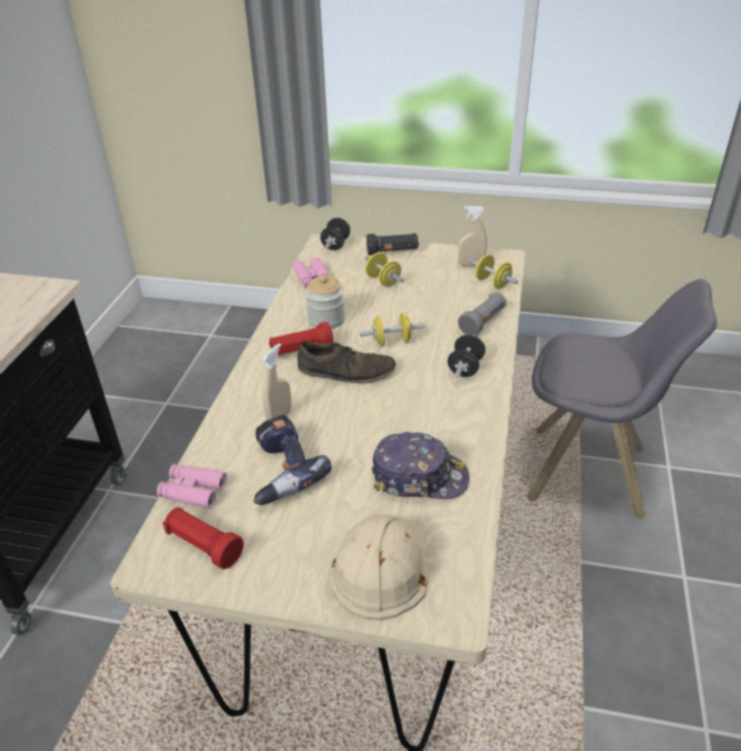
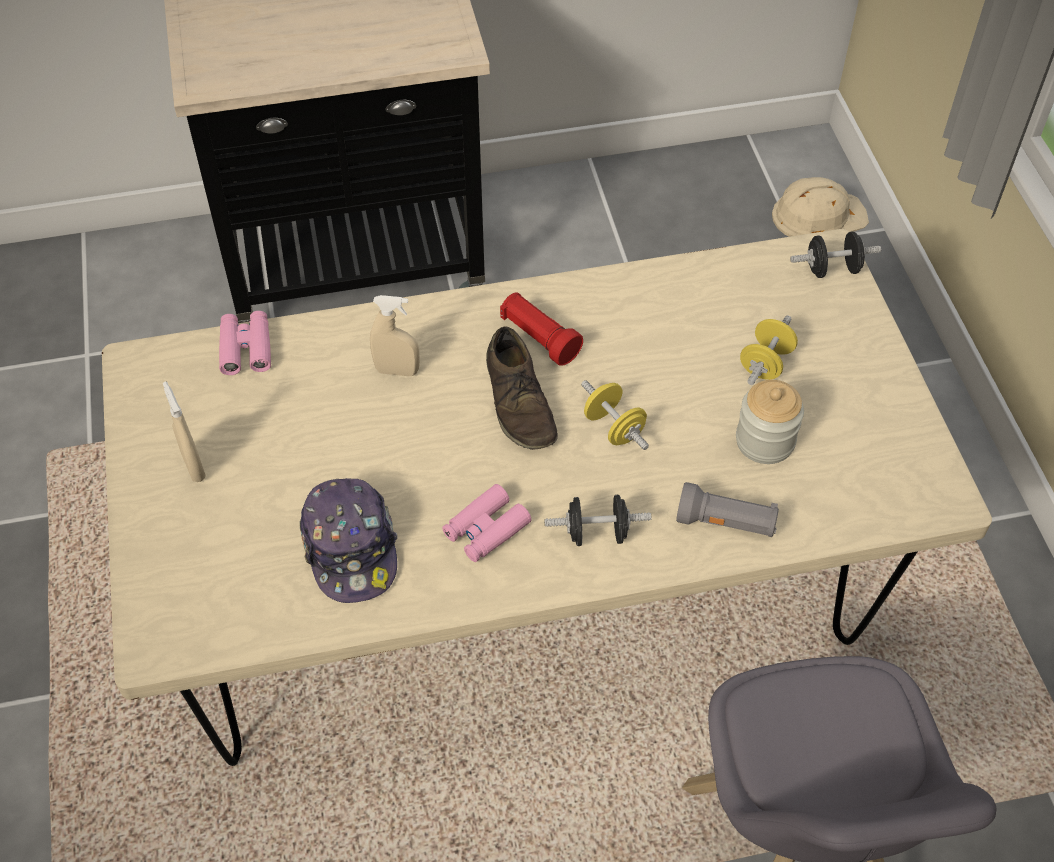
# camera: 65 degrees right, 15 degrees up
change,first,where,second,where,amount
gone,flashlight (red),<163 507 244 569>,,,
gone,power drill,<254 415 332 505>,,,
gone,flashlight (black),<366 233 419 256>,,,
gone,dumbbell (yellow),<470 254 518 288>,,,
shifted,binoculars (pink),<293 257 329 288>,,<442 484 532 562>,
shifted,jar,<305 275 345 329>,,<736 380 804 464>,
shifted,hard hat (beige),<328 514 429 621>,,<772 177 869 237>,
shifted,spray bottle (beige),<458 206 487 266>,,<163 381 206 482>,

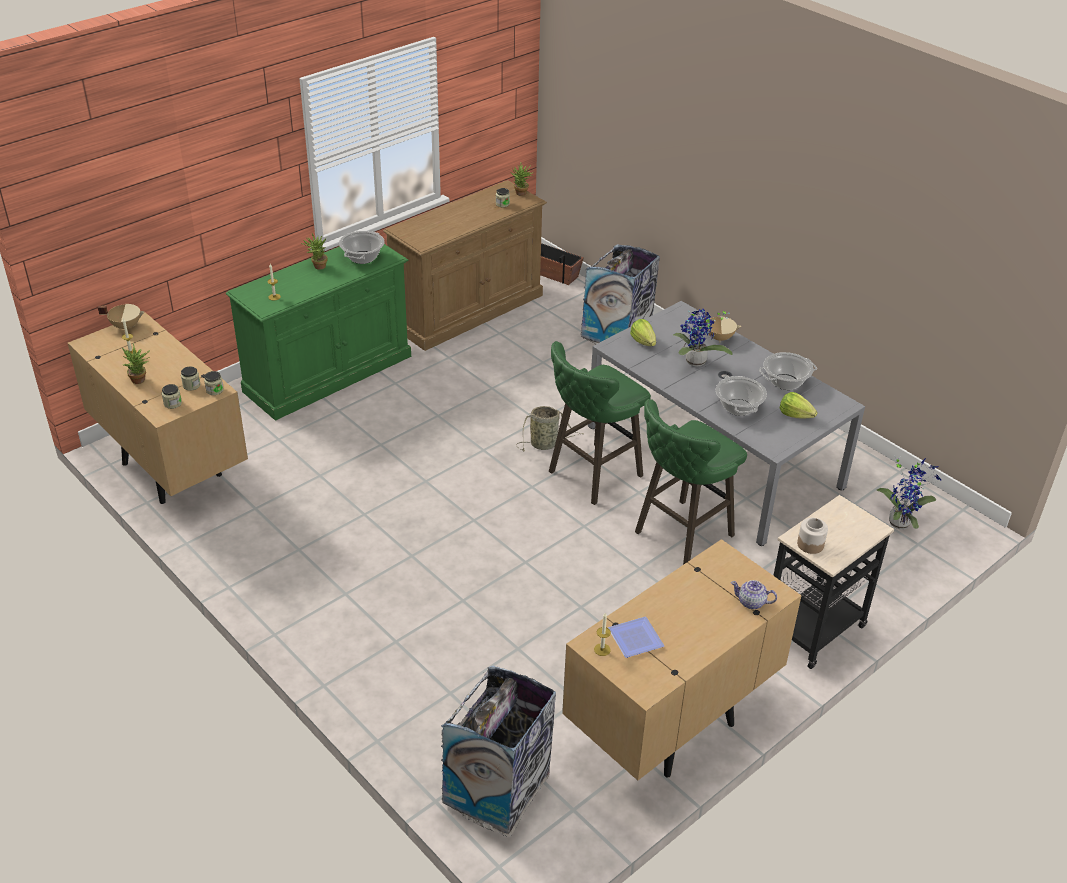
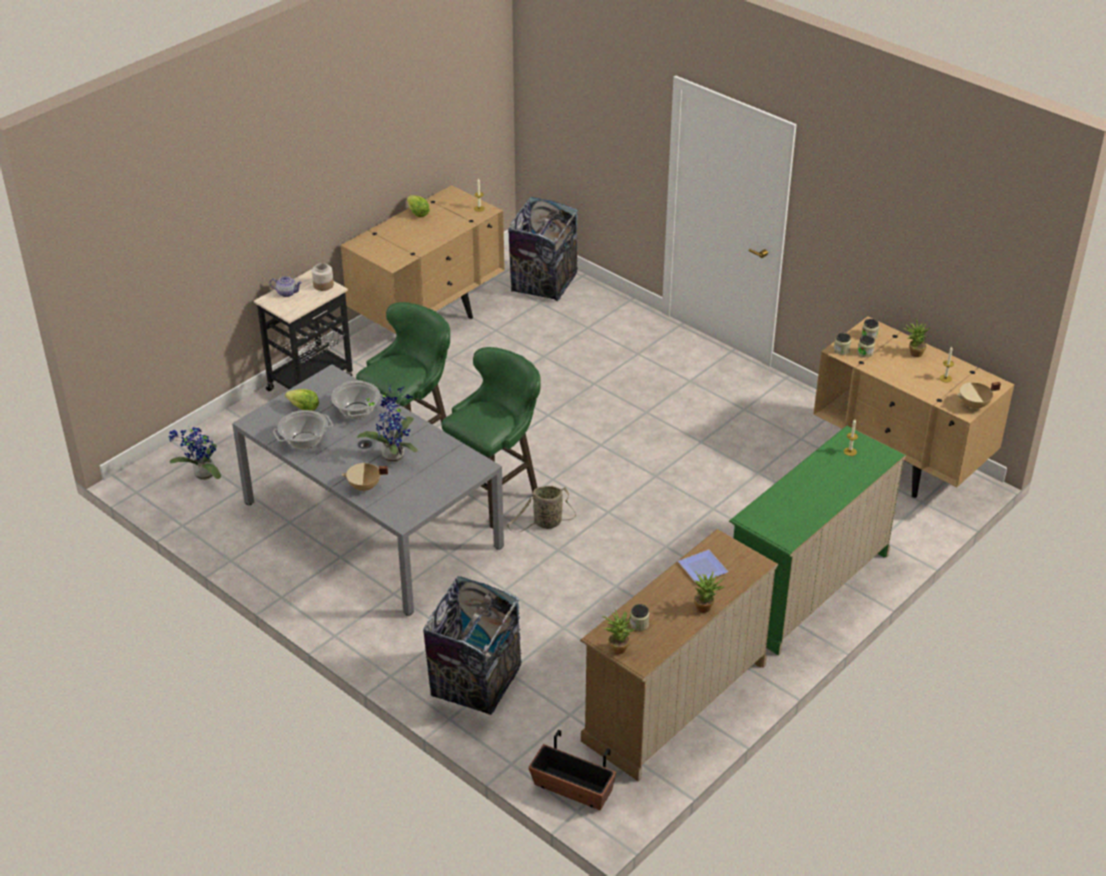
# camera: 175 degrees right, 0 degrees up
change,first,where,second,where,amount
gone,cooking pot,<339 231 385 264>,,,
shifted,potted plant,<301 234 327 270>,,<694 571 725 613>,
shifted,plate,<608 616 664 658>,,<678 549 728 583>,
shifted,lettuce,<630 319 656 346>,,<407 195 430 217>,
shifted,teapot,<731 580 777 609>,,<270 276 302 297>,

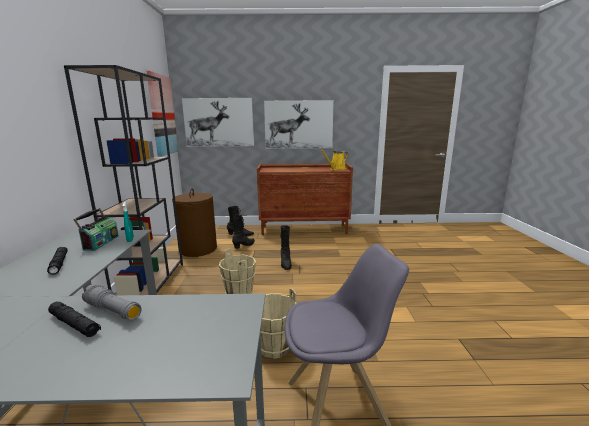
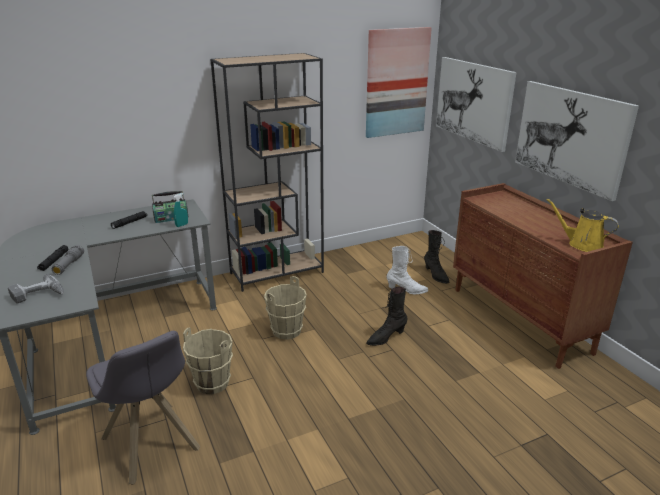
# camera: 65 degrees right, 10 degrees up
change,first,where,second,where,amount
gone,laundry basket (brown),<172 188 217 257>,,,
new,,,power drill,<8 274 64 304>,
repainted,boot (black),<232 215 255 249>,boot (white),<387 246 428 294>,

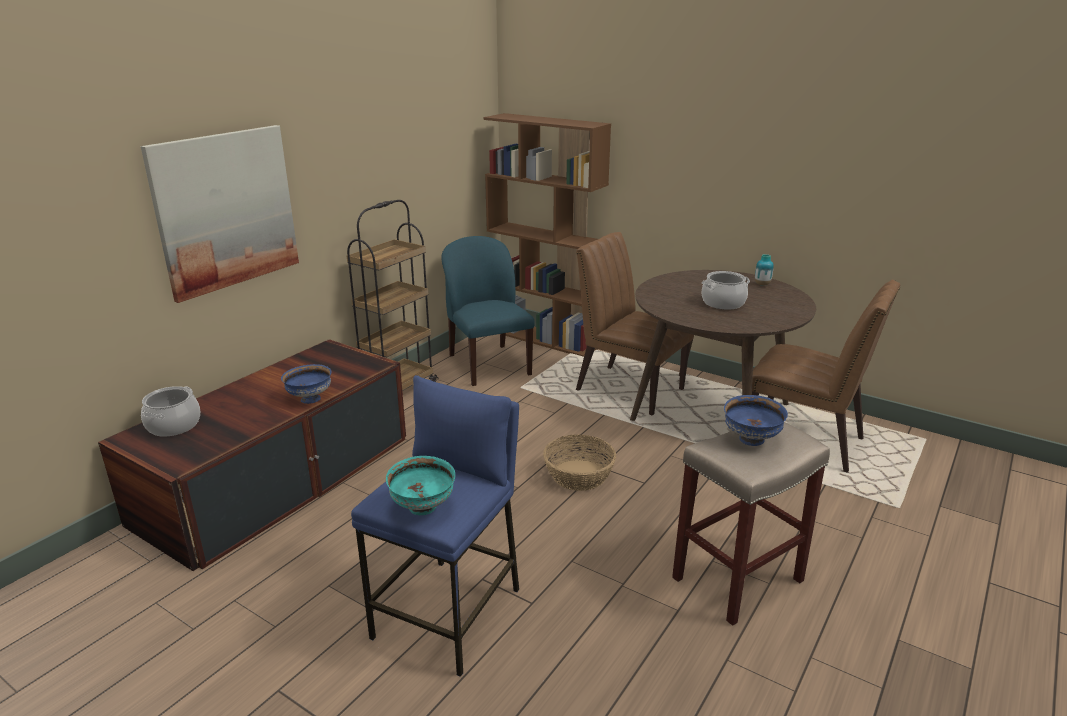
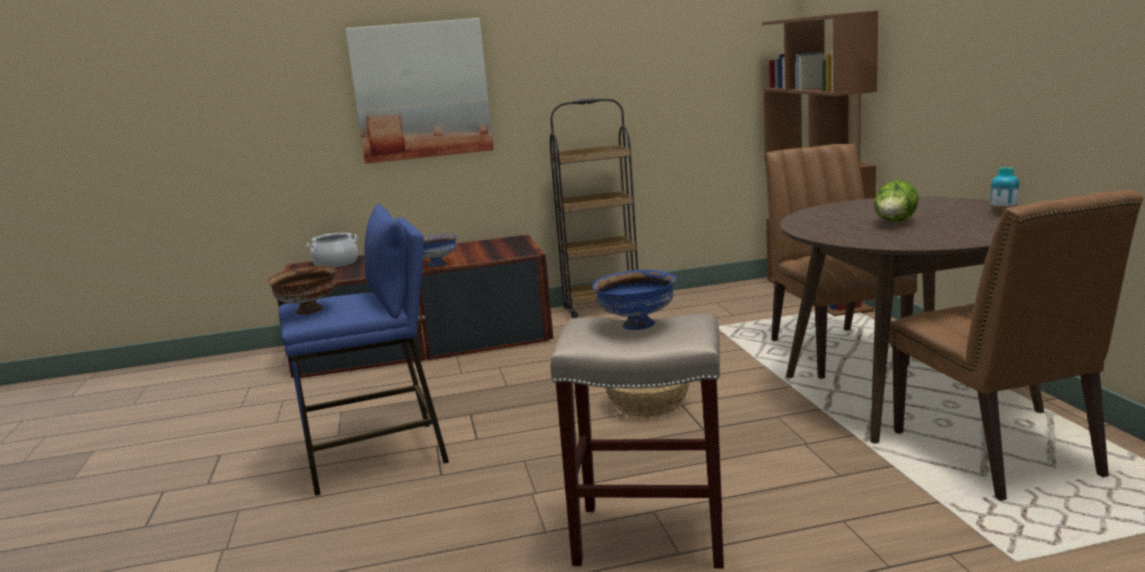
# camera: 45 degrees right, 10 degrees down
change,first,where,second,where,amount
gone,chair (blue),<442 236 535 386>,,,
swapped,cooking pot,<701 271 750 310>,lettuce,<874 180 919 222>,
repainted,bowl (turquoise),<386 456 455 515>,bowl (brown),<267 266 336 314>,

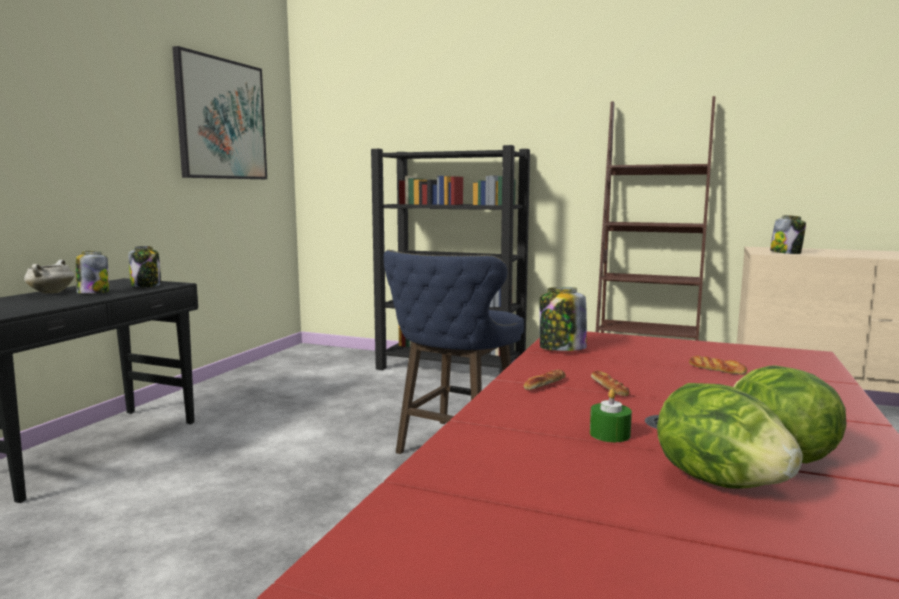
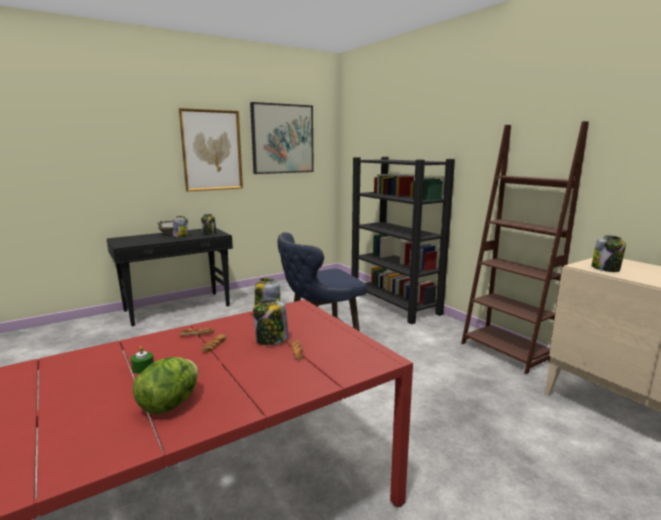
# camera: 35 degrees right, 5 degrees up
change,first,where,second,where,amount
gone,lettuce,<657 383 802 489>,,,
new,,,picture,<179 108 243 191>,
new,,,jar,<253 298 289 345>,

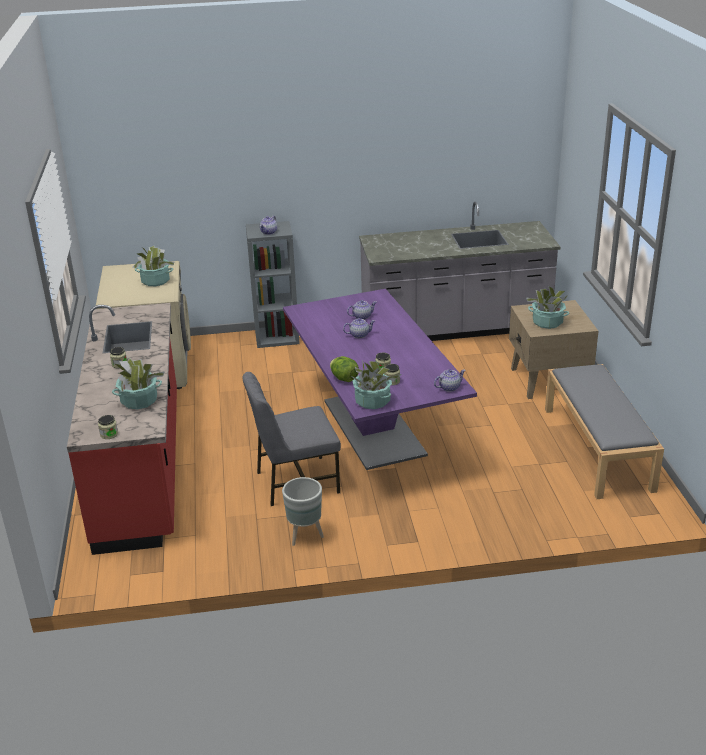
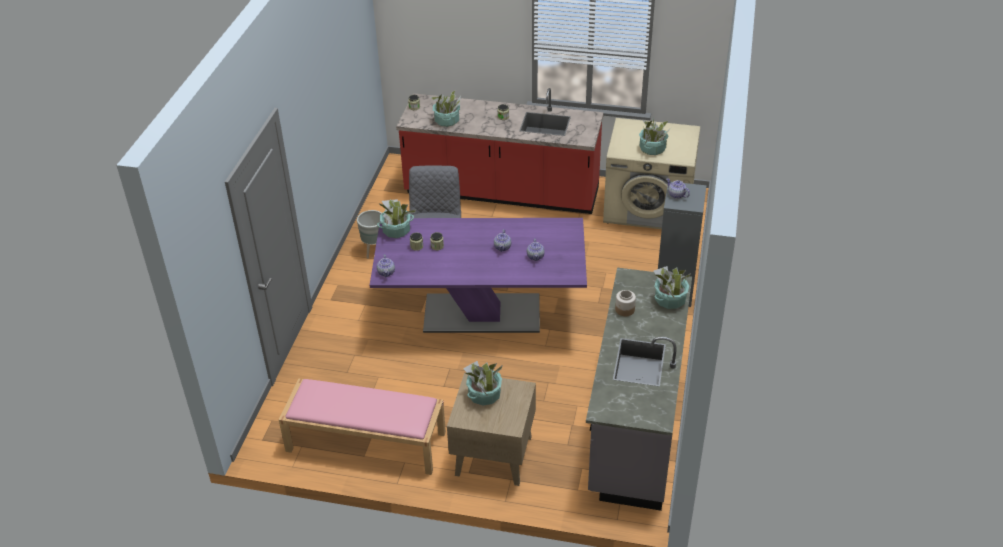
# camera: 110 degrees right, 10 degrees up
change,first,where,second,where,amount
gone,lettuce,<330 356 359 382>,,,
new,,,jar,<615 290 636 316>,
new,,,potted plant,<654 266 691 309>,
repainted,bench (grey),<545 364 664 499>,bench (pink),<279 378 446 475>,

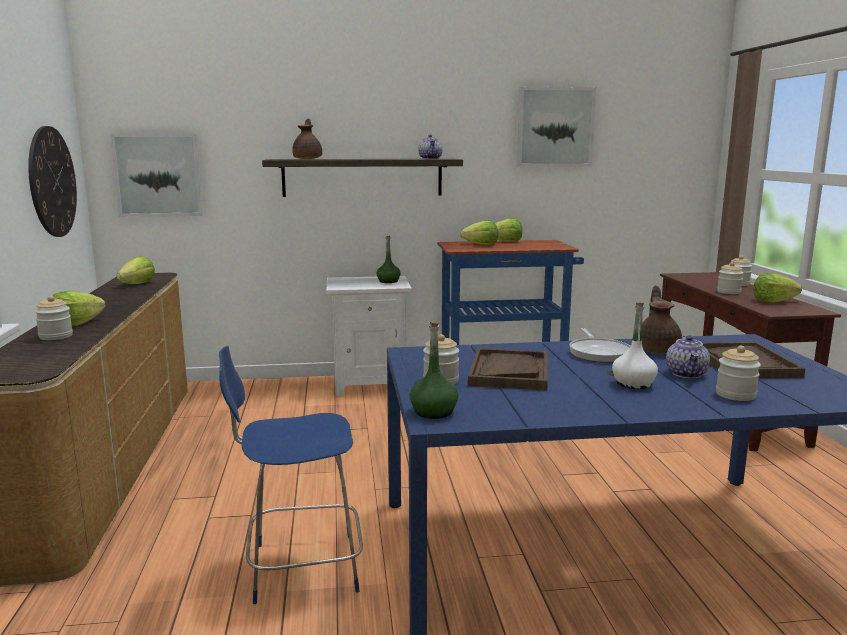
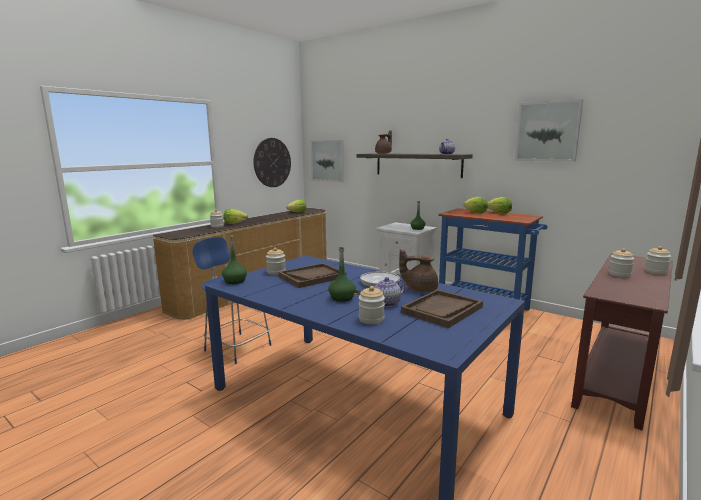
# camera: 45 degrees right, 0 degrees up
change,first,where,second,where,amount
gone,lettuce,<753 273 802 303>,,,
repainted,bottle (white),<612 303 658 389>,bottle (green),<328 247 356 302>,
rotated,teapot (brown),<642 286 682 353>,,<399 249 438 292>,135 degrees counterclockwise

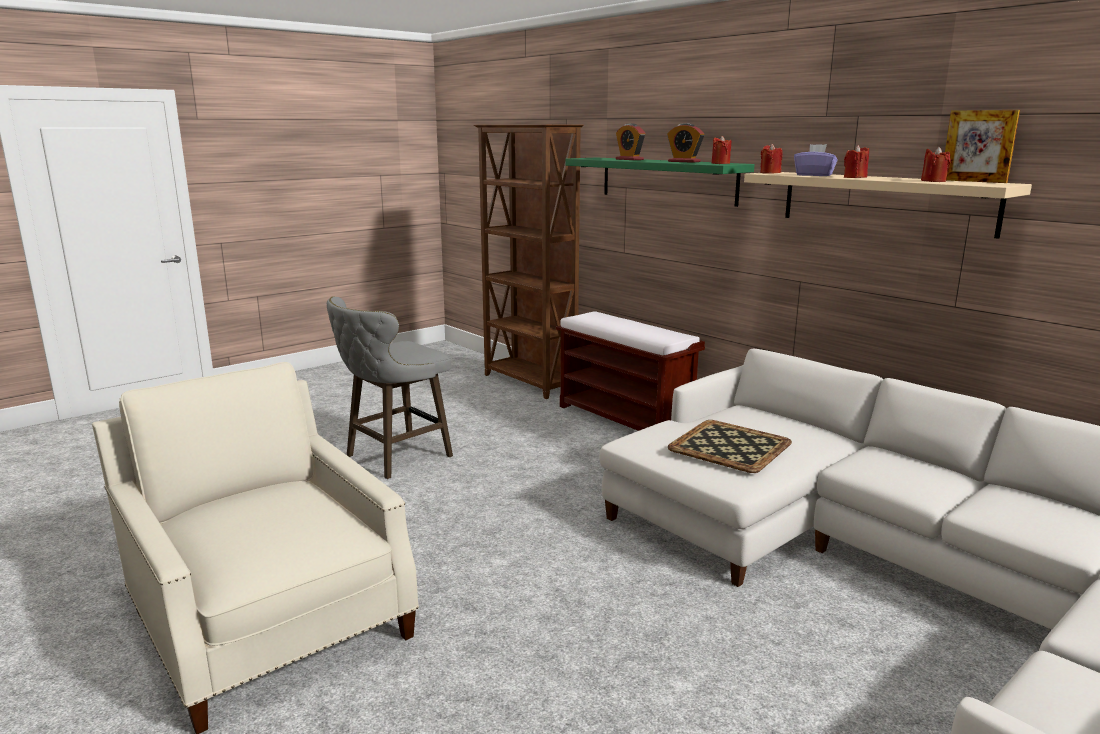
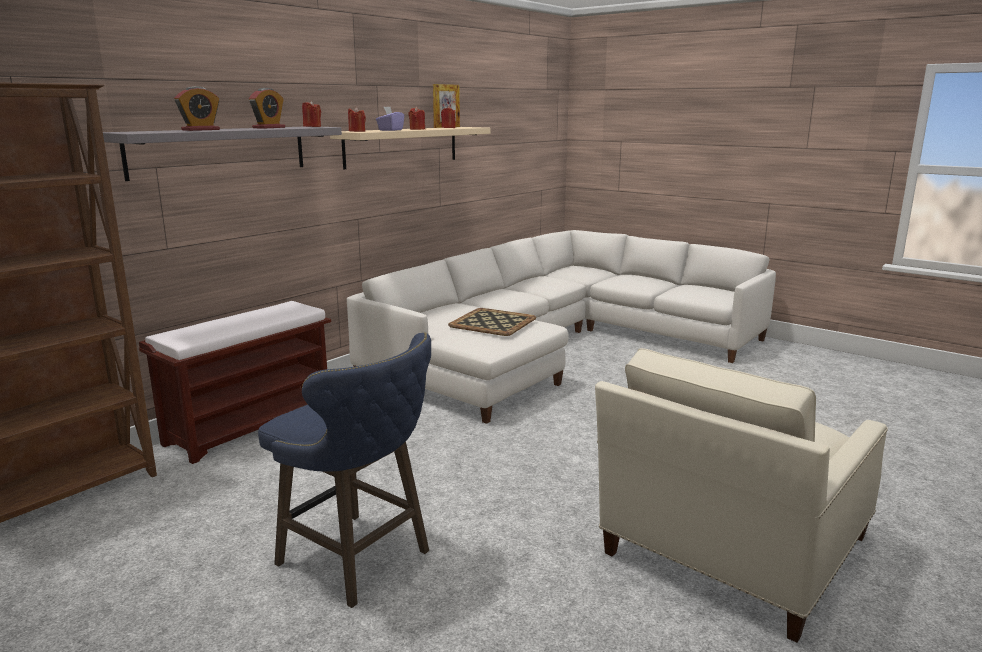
# camera: 100 degrees left, 0 degrees up
change,first,where,second,where,amount
repainted,stool (grey),<327 296 453 479>,stool (blue),<258 332 431 608>,
repainted,shelf (green),<565 157 755 207>,shelf (grey),<103 127 342 181>,

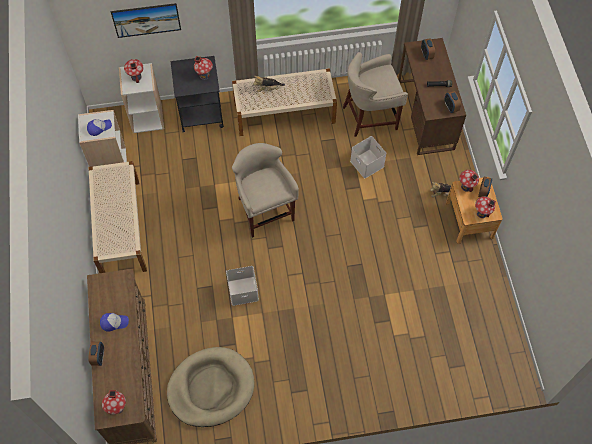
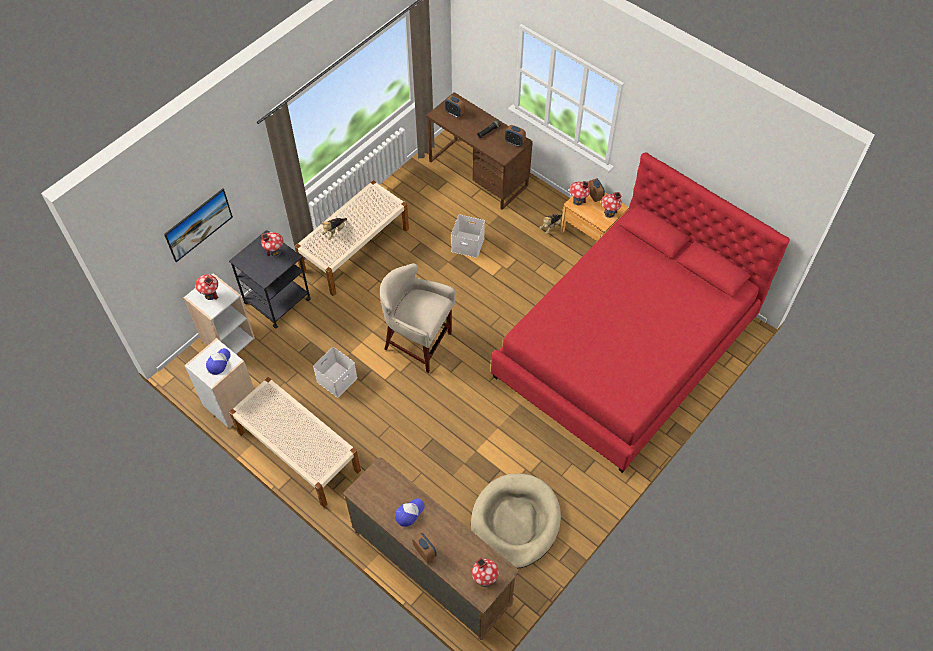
# camera: 40 degrees left, 5 degrees down
change,first,where,second,where,amount
gone,stool (beige),<343 52 408 137>,,,
new,,,bed (red),<491 152 790 473>,
shifted,storage box (white),<226 266 259 306>,,<313 347 358 398>,

